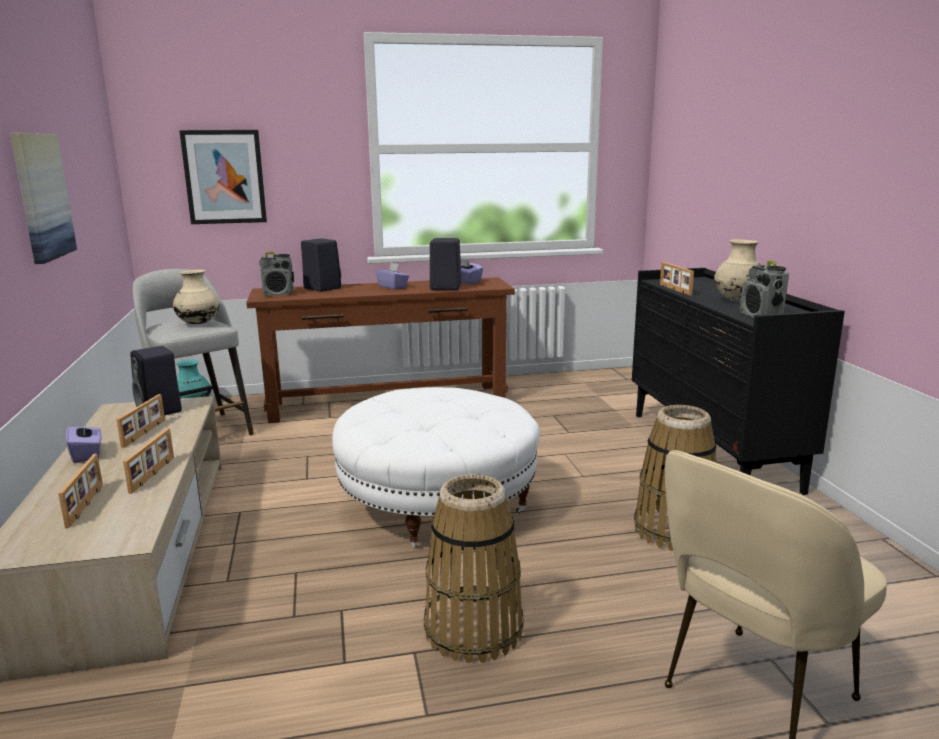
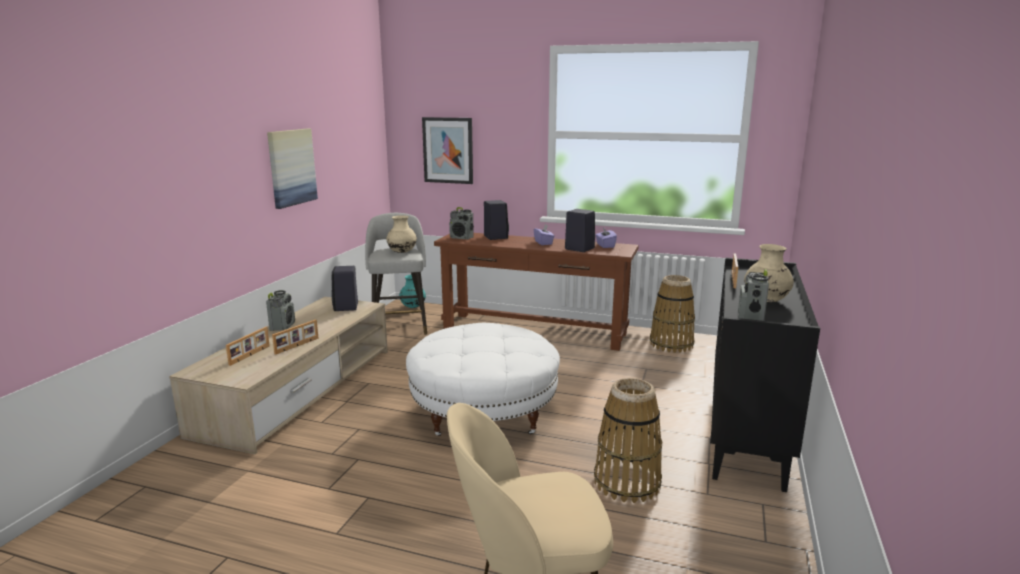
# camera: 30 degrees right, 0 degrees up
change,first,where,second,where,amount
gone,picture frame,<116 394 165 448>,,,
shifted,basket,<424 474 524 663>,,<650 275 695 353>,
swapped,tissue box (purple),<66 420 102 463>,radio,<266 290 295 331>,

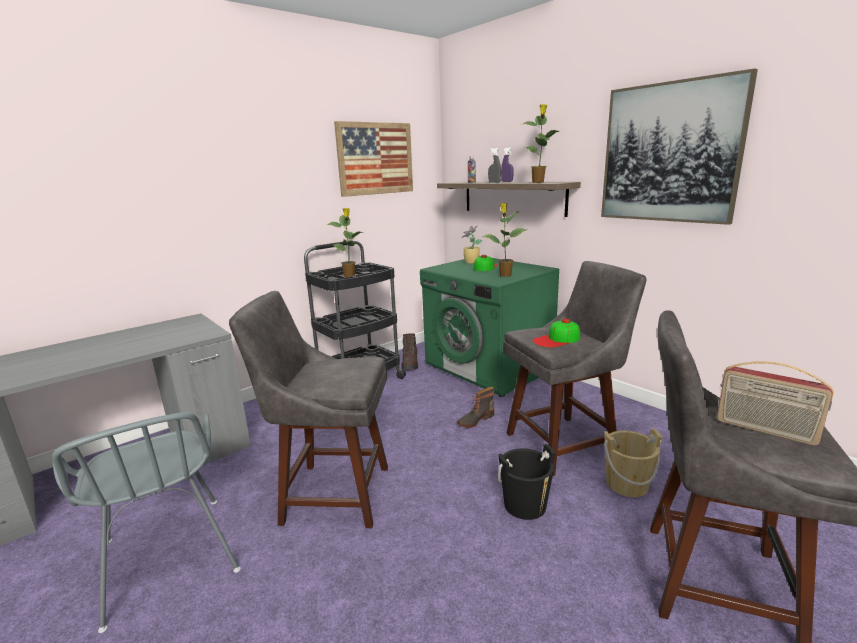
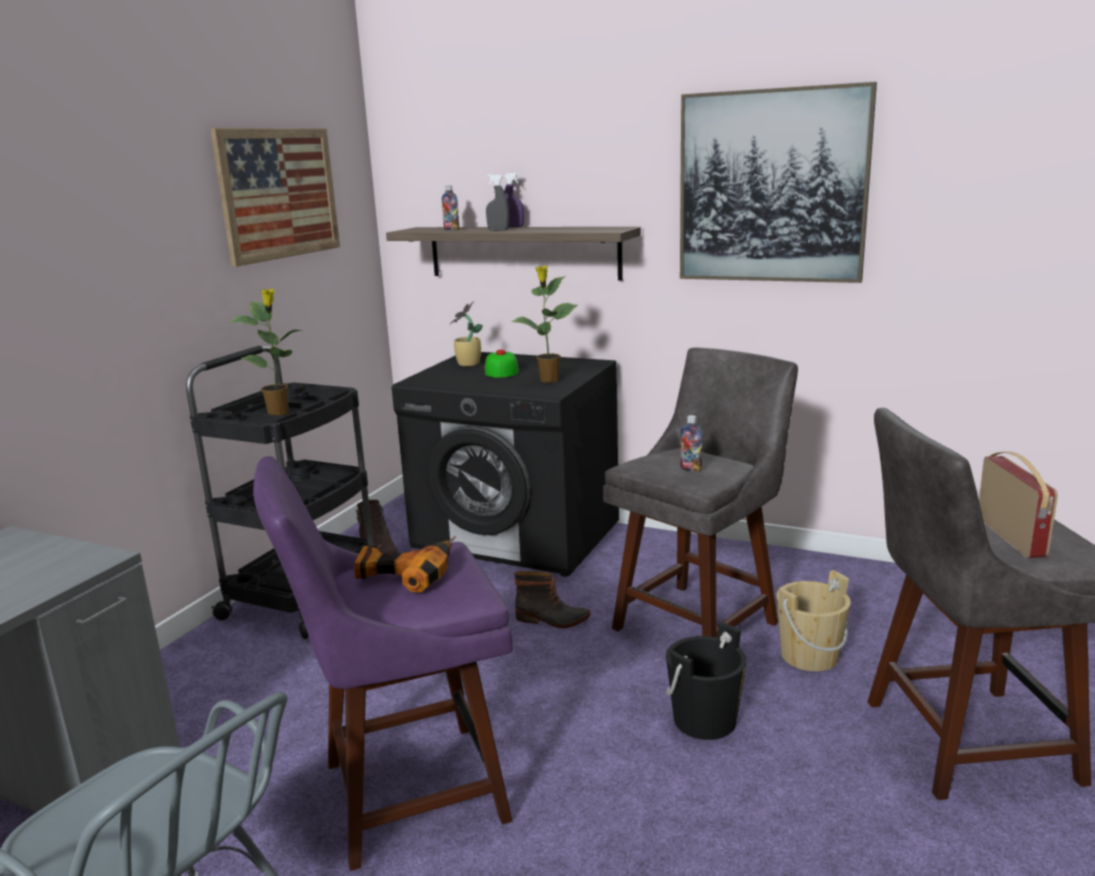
# camera: 25 degrees left, 0 degrees up
change,first,where,second,where,amount
gone,potted plant,<523 104 559 183>,,,
new,,,power drill,<354 536 456 593>,
swapped,cap,<533 319 580 348>,bottle,<680 415 702 472>,
repainted,stool (grey),<229 291 388 528>,stool (purple),<253 456 513 871>,
repainted,washing machine (green),<420 256 559 397>,washing machine (black),<392 352 619 577>,
rotated,boot,<457 387 494 428>,,<514 571 590 628>,105 degrees counterclockwise
rotated,radio,<717 361 834 446>,,<979 452 1058 558>,105 degrees counterclockwise

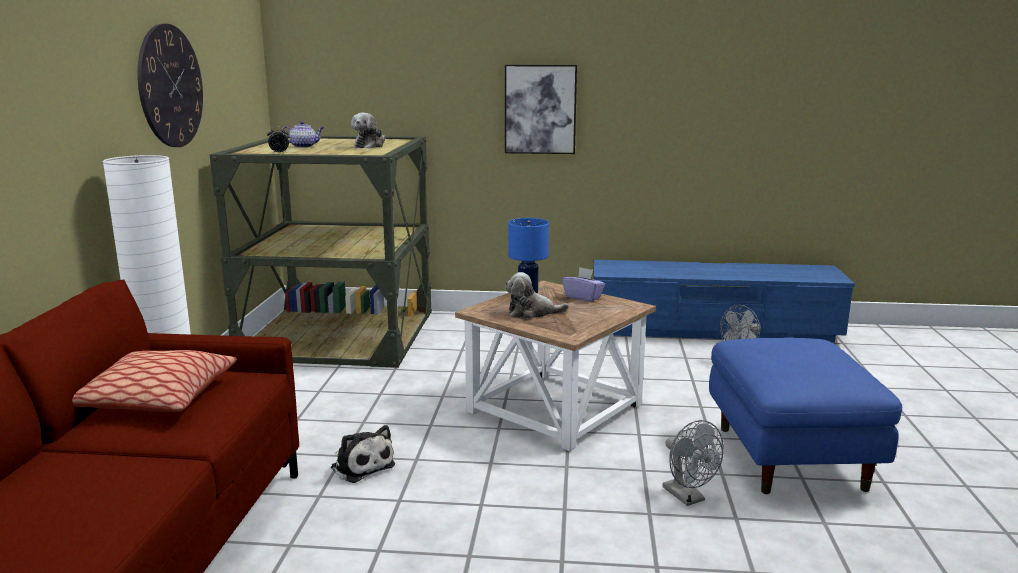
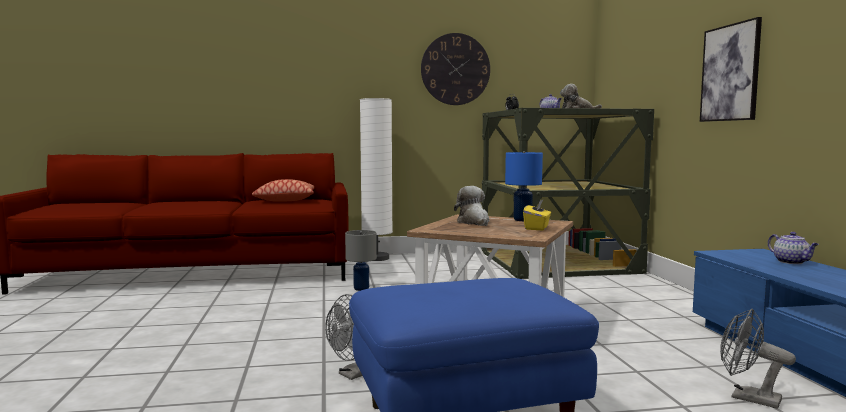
# camera: 75 degrees right, 10 degrees down
change,first,where,second,where,amount
new,,,teapot,<768 232 819 264>,
swapped,plush toy,<331 425 395 483>,table lamp (grey),<345 230 377 291>,
repainted,tissue box (purple),<562 267 605 302>,tissue box (yellow),<523 200 551 230>,

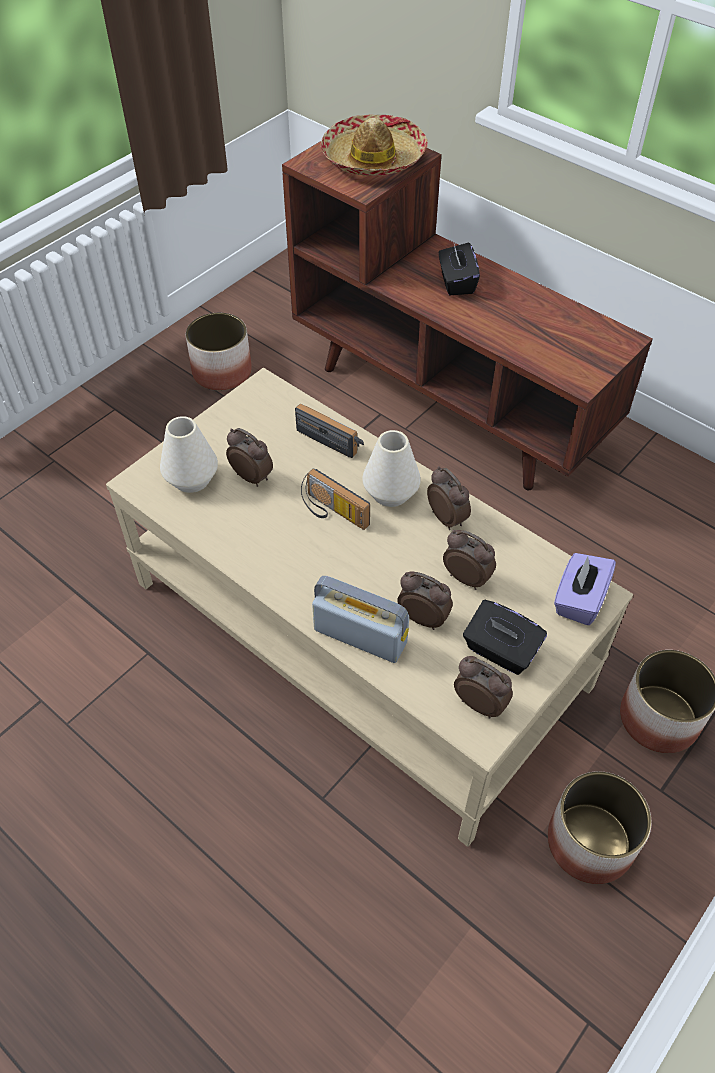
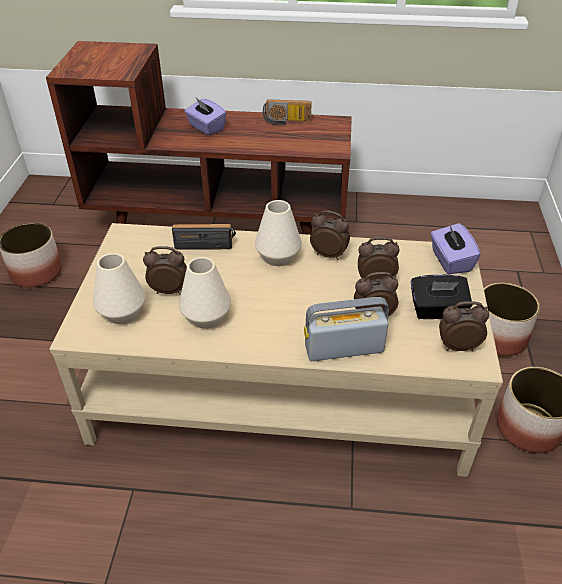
# camera: 35 degrees left, 10 degrees down
change,first,where,second,where,amount
gone,hat,<321 114 428 176>,,,
new,,,vase (white),<179 257 231 329>,
shifted,radio,<301 468 370 530>,,<263 99 312 126>,
repainted,tissue box (black),<439 241 480 295>,tissue box (purple),<184 98 226 136>,

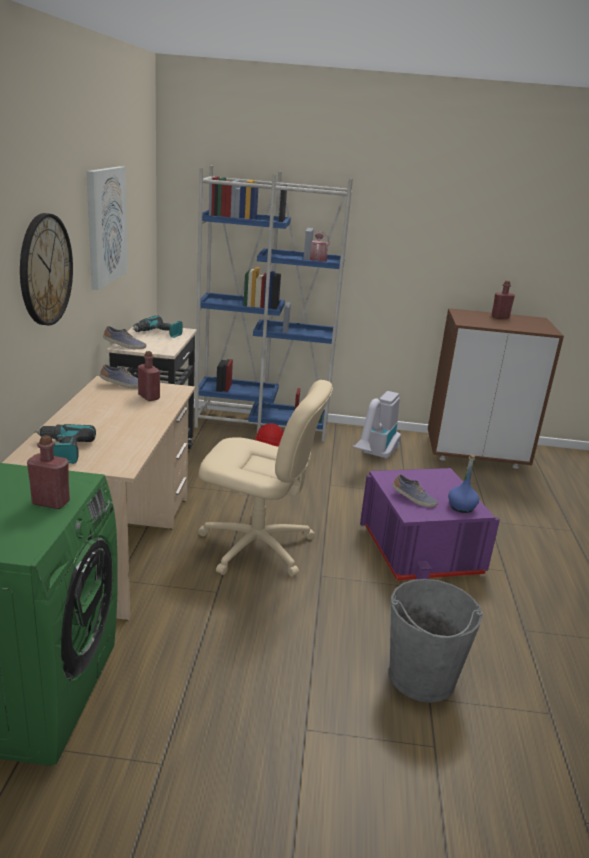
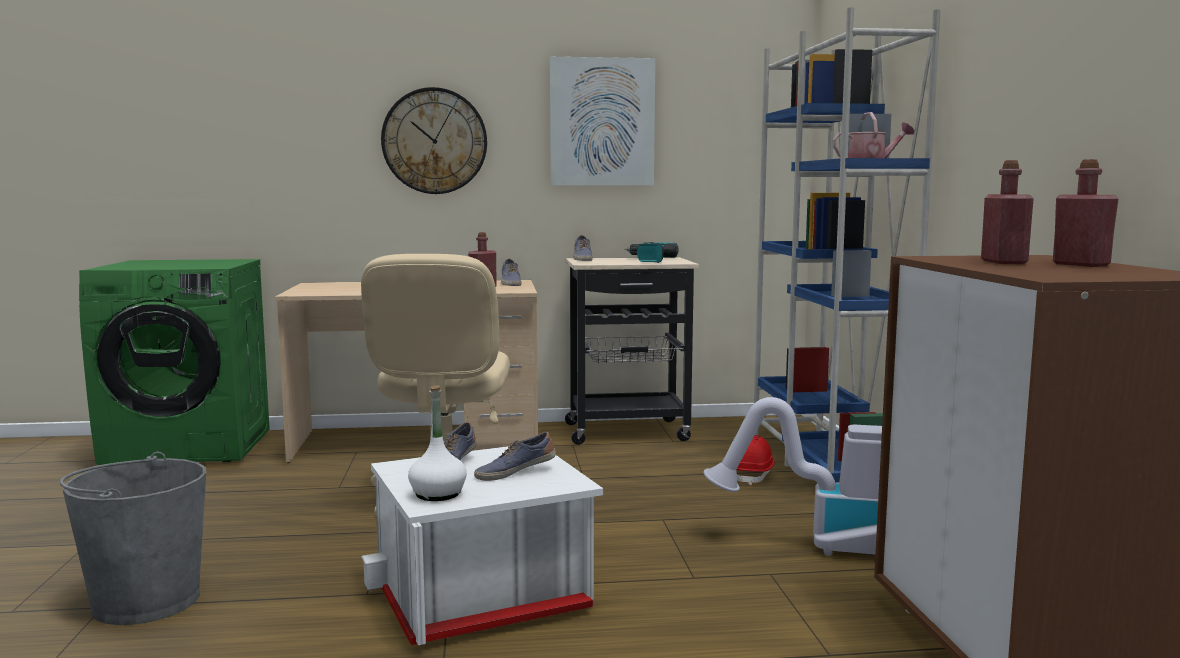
# camera: 80 degrees right, 15 degrees down
change,first,where,second,where,amount
gone,power drill,<34 424 96 464>,,,
new,,,shoe,<474 432 556 481>,
shifted,bottle (red),<27 435 70 509>,,<981 160 1034 264>,
repainted,storage box (purple),<360 468 500 580>,storage box (white),<361 446 603 645>,
repainted,bottle (blue),<448 454 479 513>,bottle (white),<408 385 467 501>,

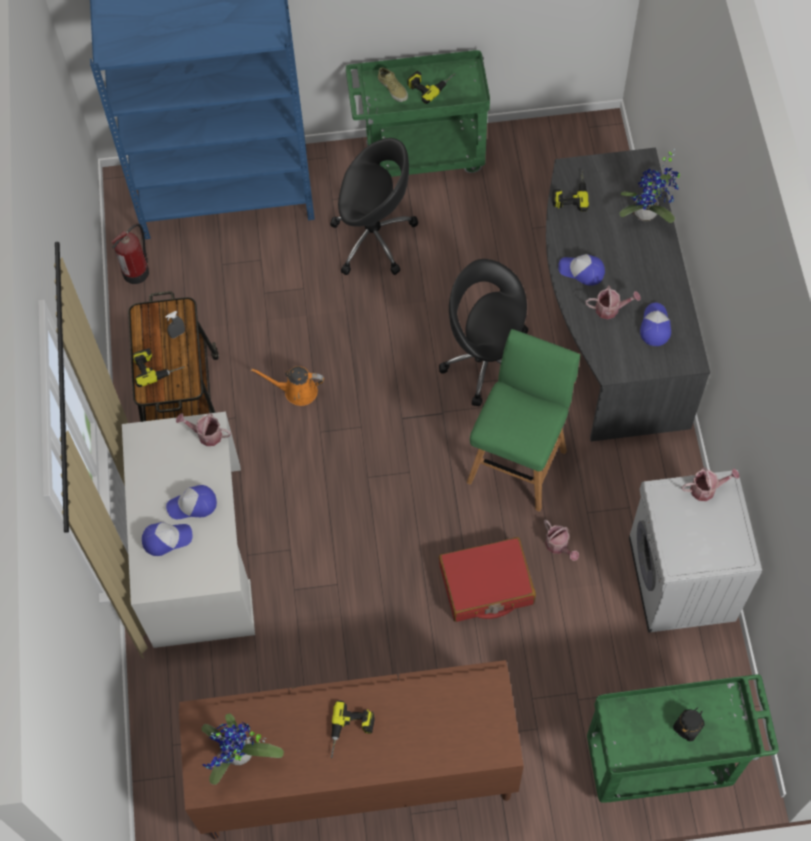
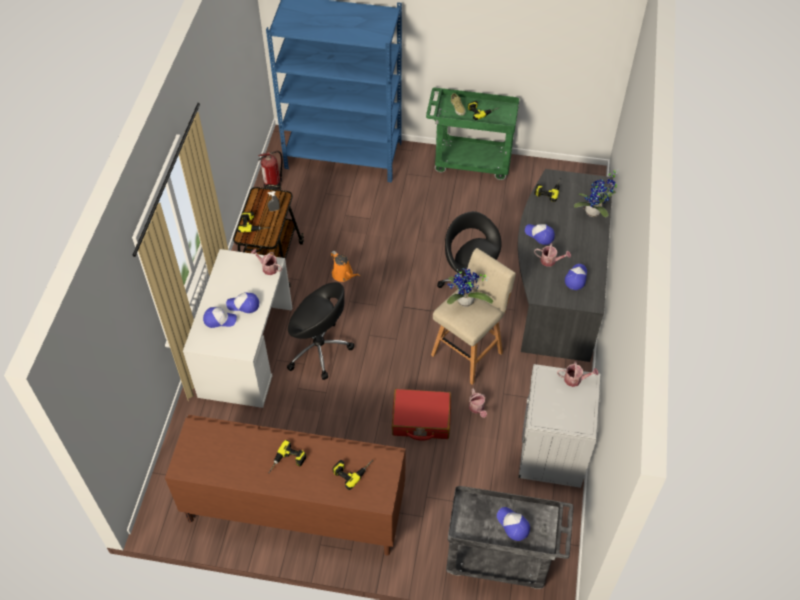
# camera: 15 degrees right, 10 degrees down
change,first,where,second,where,amount
new,,,power drill,<332 460 373 490>,
shifted,potted plant,<201 714 284 785>,,<447 268 493 307>,
shifted,office chair (black),<330 138 419 275>,,<287 282 354 380>,
swapped,jar (black),<673 707 705 741>,cap,<497 507 530 541>,
repainted,stool (green),<467 329 580 512>,stool (beige),<431 248 516 385>,
repainted,cart (green),<587 675 779 803>,cart (grey),<446 486 573 589>,
rotated,watering can (orange),<250 366 324 406>,,<330 251 360 282>,150 degrees counterclockwise

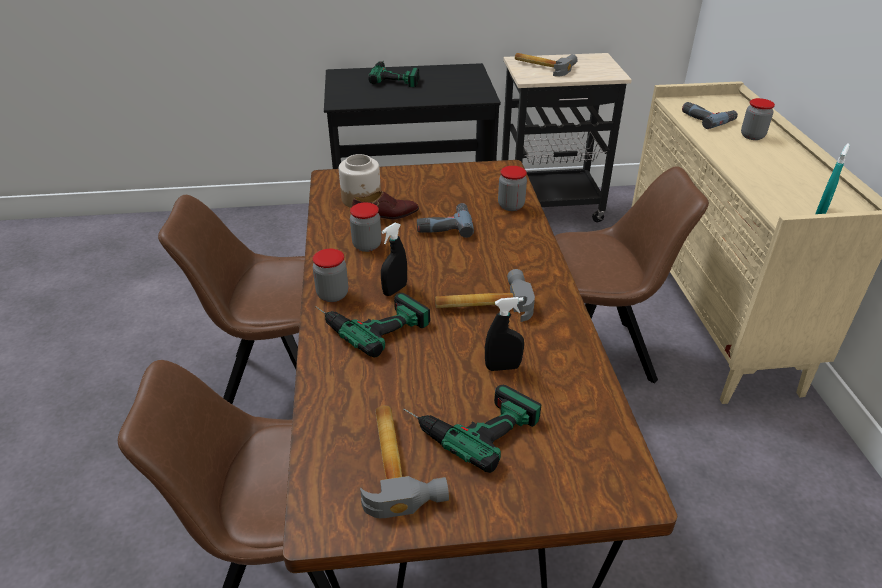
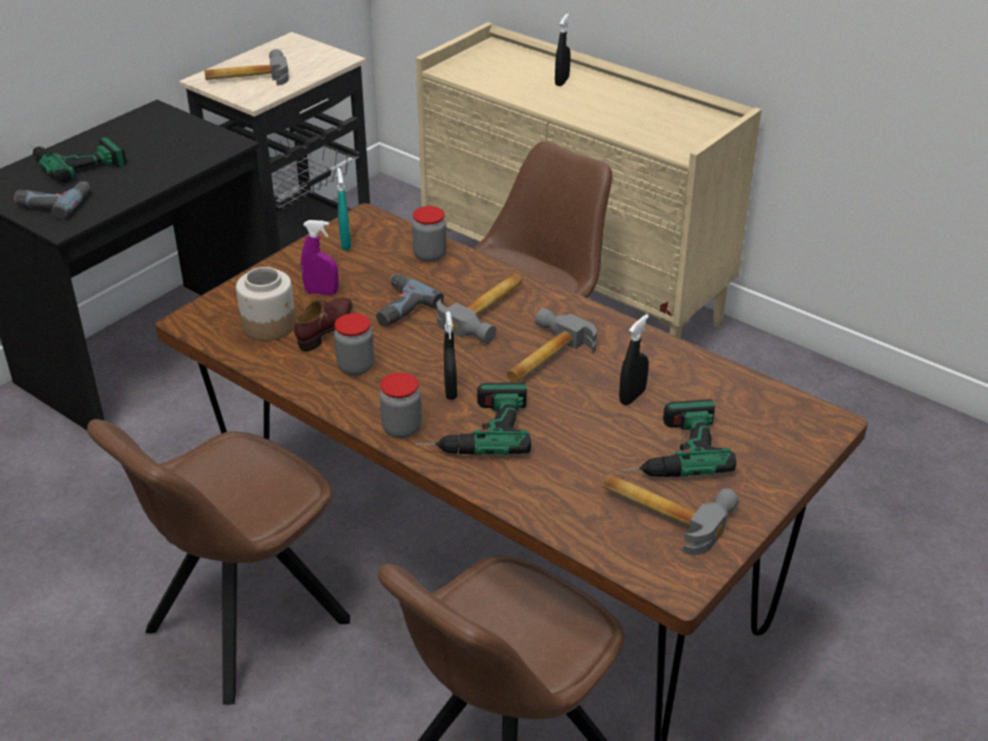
# camera: 45 degrees left, 0 degrees up
change,first,where,second,where,amount
new,,,spray bottle (purple),<301 220 339 295>,
new,,,hammer,<437 273 523 343>,
shifted,power drill,<682 102 738 129>,,<14 181 90 220>,
shifted,spray bottle (turquoise),<815 144 850 214>,,<337 168 351 250>,
swapped,jar,<741 98 775 140>,spray bottle (black),<555 13 571 86>,

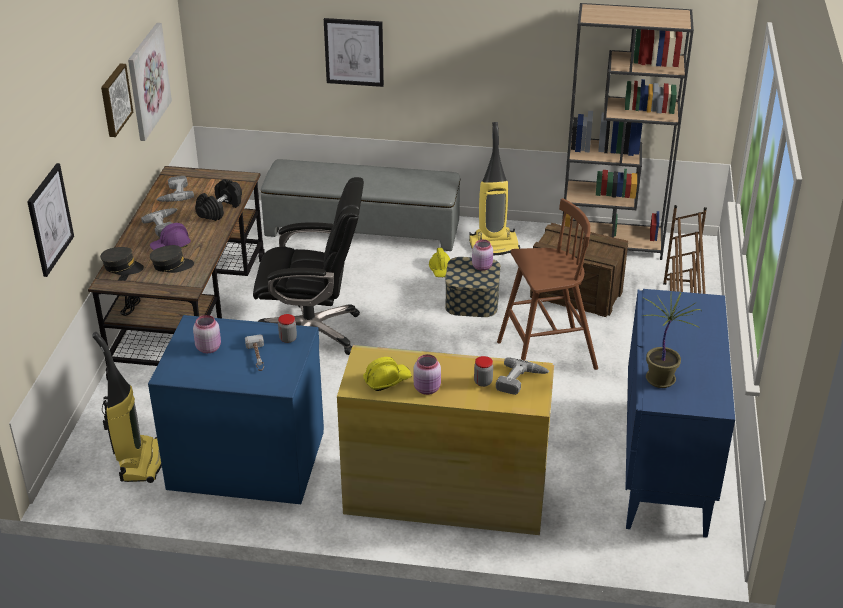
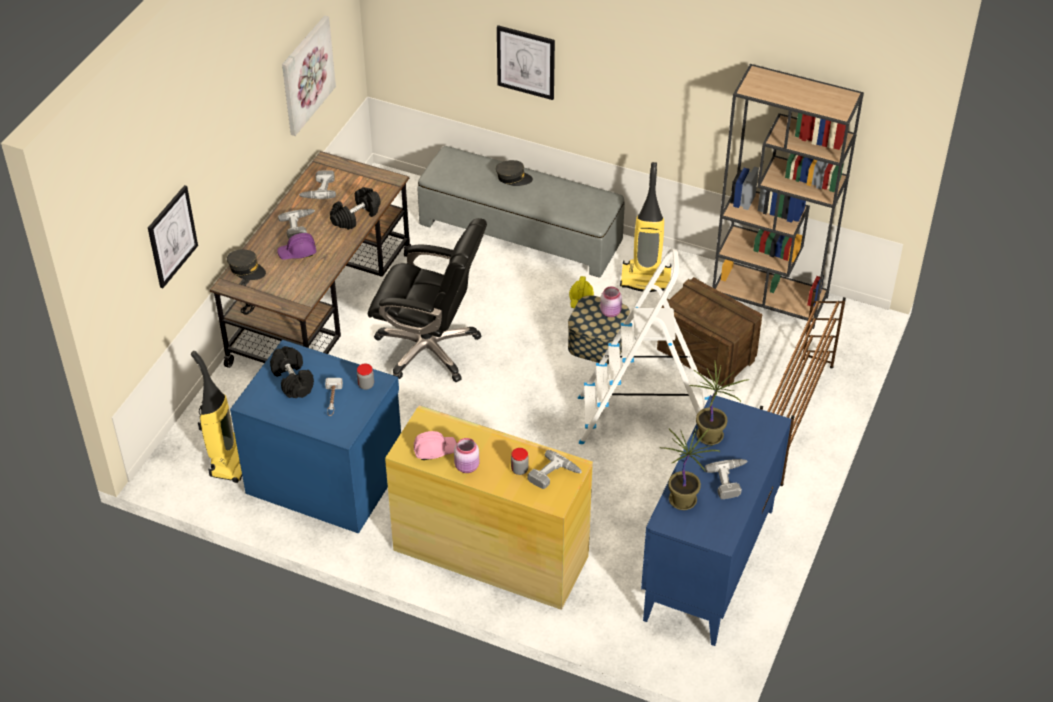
# camera: 15 degrees right, 10 degrees up
change,first,where,second,where,amount
gone,picture,<101 64 133 137>,,,
new,,,potted plant,<689 361 750 445>,
new,,,power drill,<705 459 747 499>,
shifted,cap (grey),<150 245 194 273>,,<496 160 533 186>,
swapped,jar (pink),<193 315 221 353>,dumbbell (black),<270 346 314 398>,
swapped,stool (brown),<497 198 598 370>,step ladder (white),<578 248 709 444>,
repainted,hard hat (yellow),<363 357 412 391>,hard hat (pink),<414 431 457 460>,

